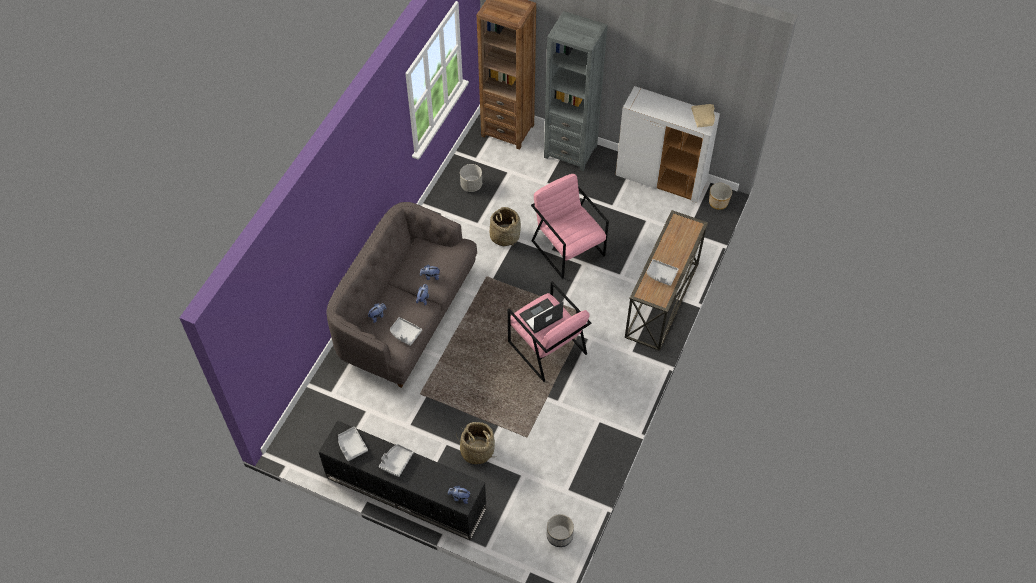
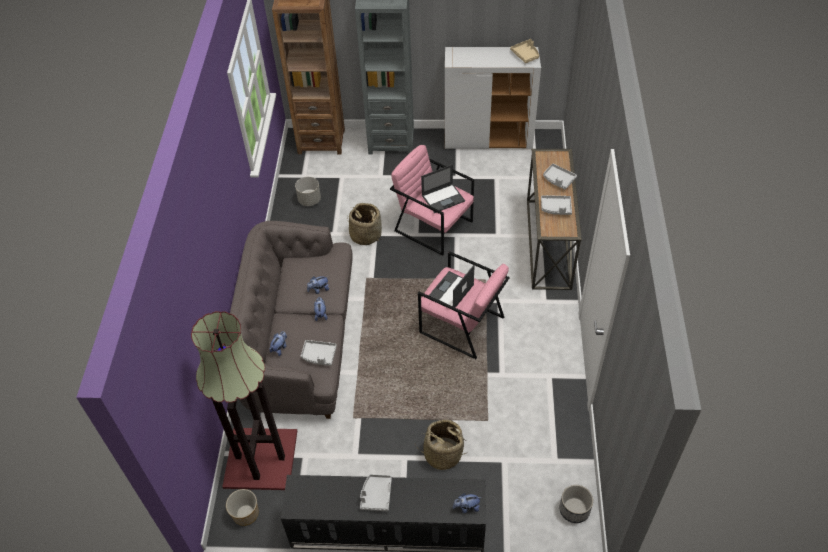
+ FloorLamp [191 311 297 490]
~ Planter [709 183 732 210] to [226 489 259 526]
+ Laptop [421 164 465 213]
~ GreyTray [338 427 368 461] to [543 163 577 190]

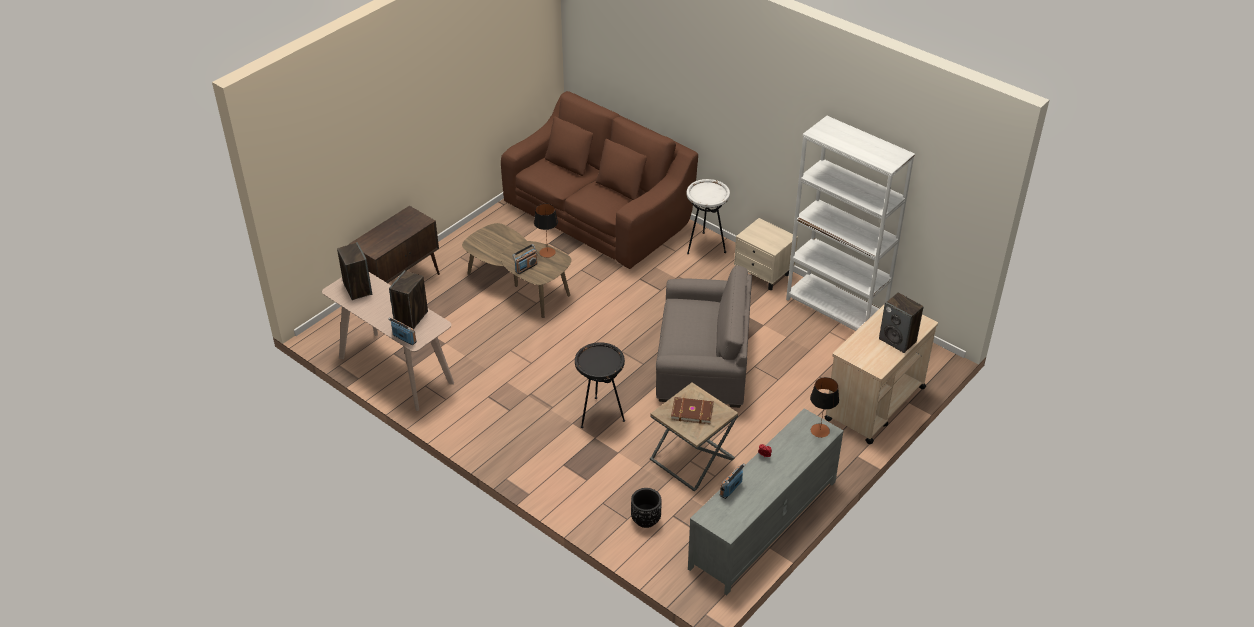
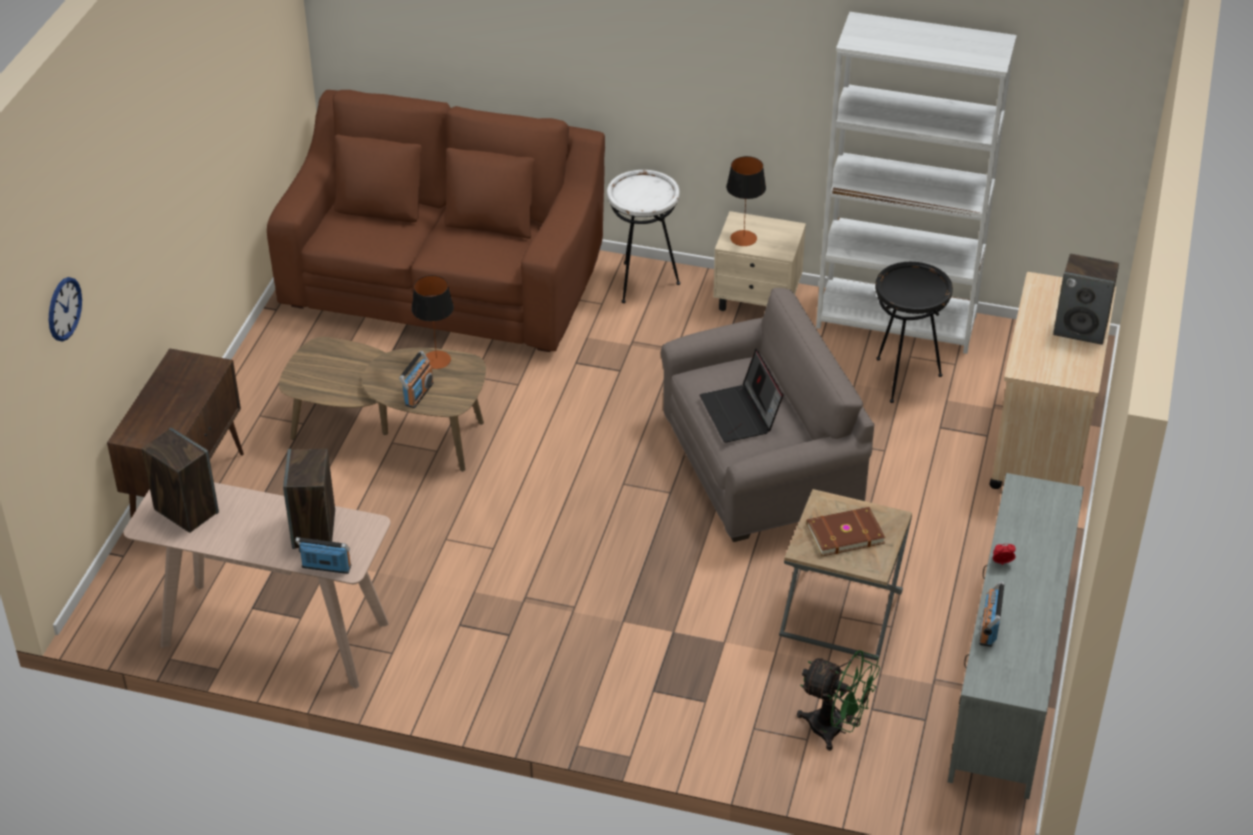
+ WallClock [49 277 82 342]
+ Laptop [699 349 783 443]
~ TableLamp [810 377 839 438] to [726 156 766 246]
~ BlackPlanter [631 488 661 528] to GreenFan [797 650 880 751]
~ BlackSideTable [575 342 625 428] to [875 262 953 403]

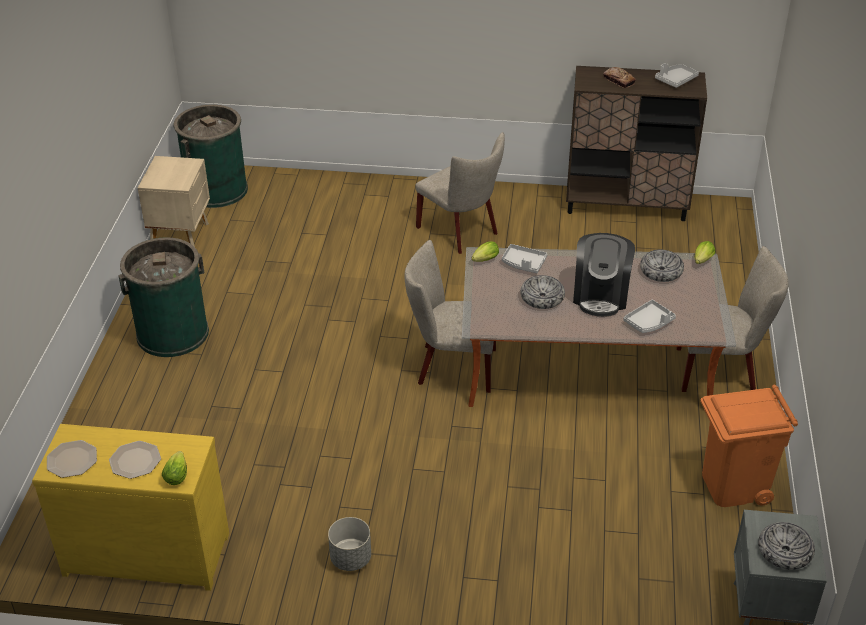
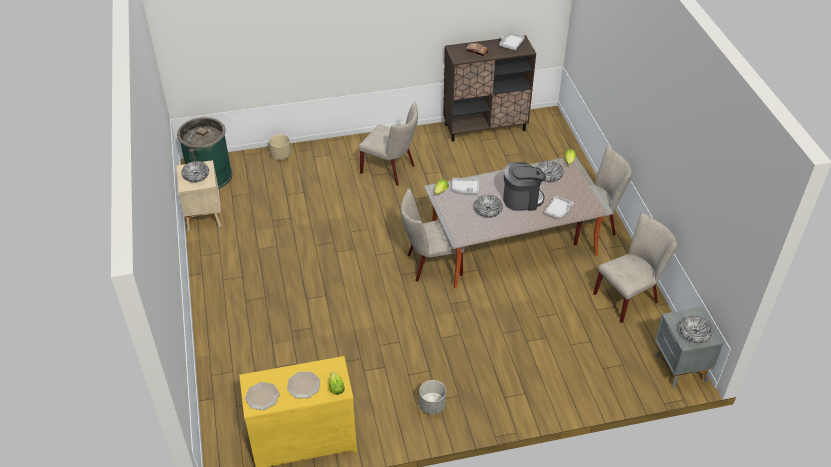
+ Bowl [181 161 209 182]
+ BeigePlanter [269 134 291 160]
~ CoffeeMachine [573 233 635 317] = [503 162 546 211] 90 degrees counterclockwise
~ OrangeTrashCan [700 385 798 507] to BeigeChair [593 213 677 323]
- GreenTrashCan [118 237 209 357]

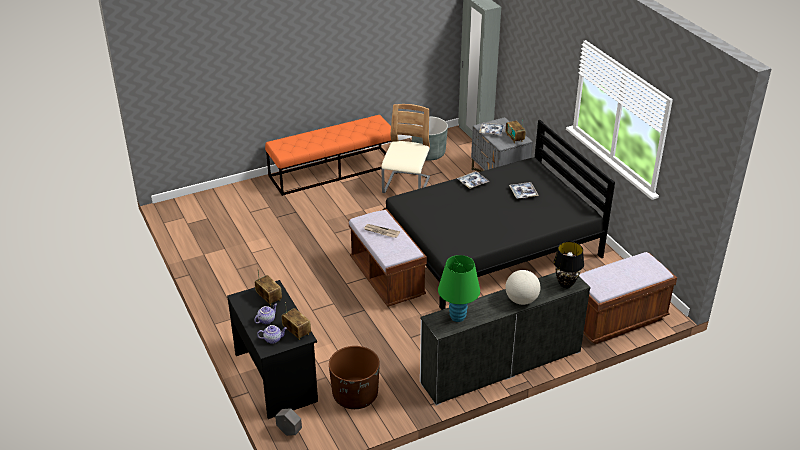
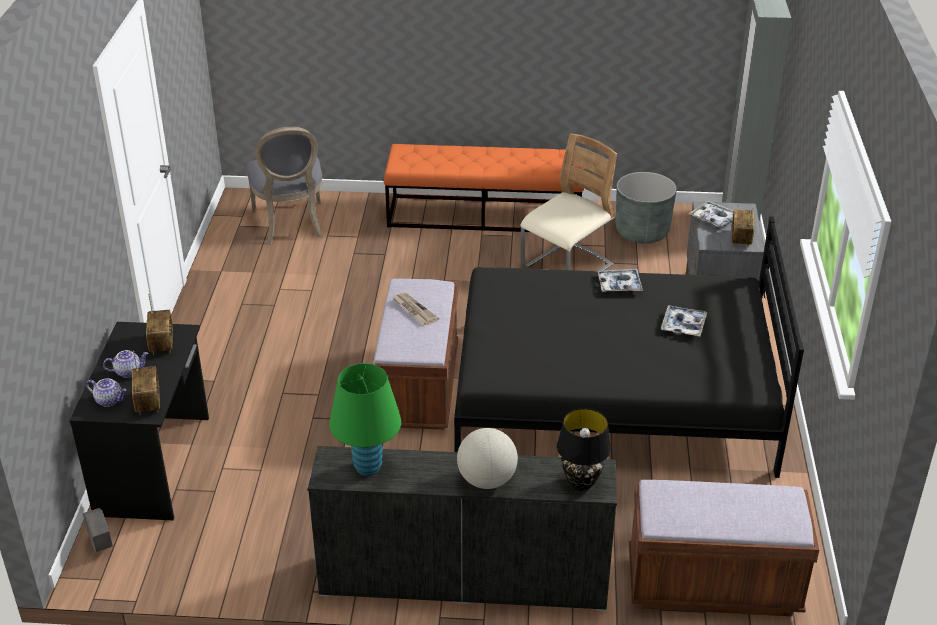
+ GreyChair [246 127 323 245]
- BrownPlanter [329 346 380 409]

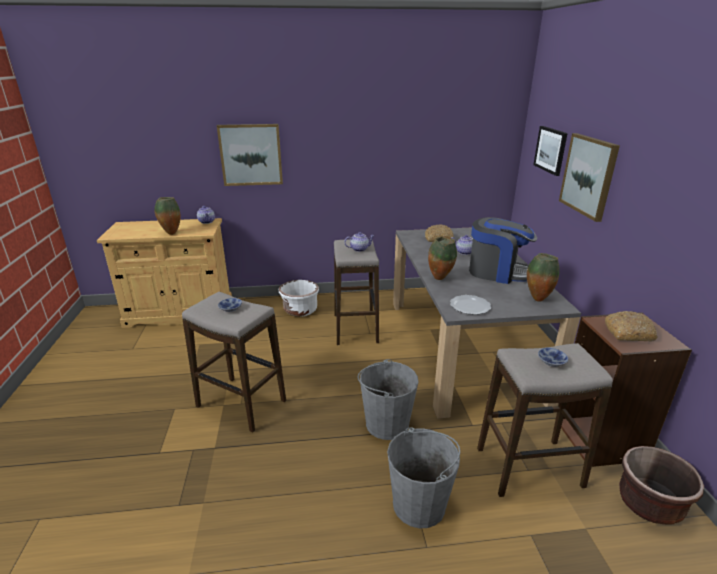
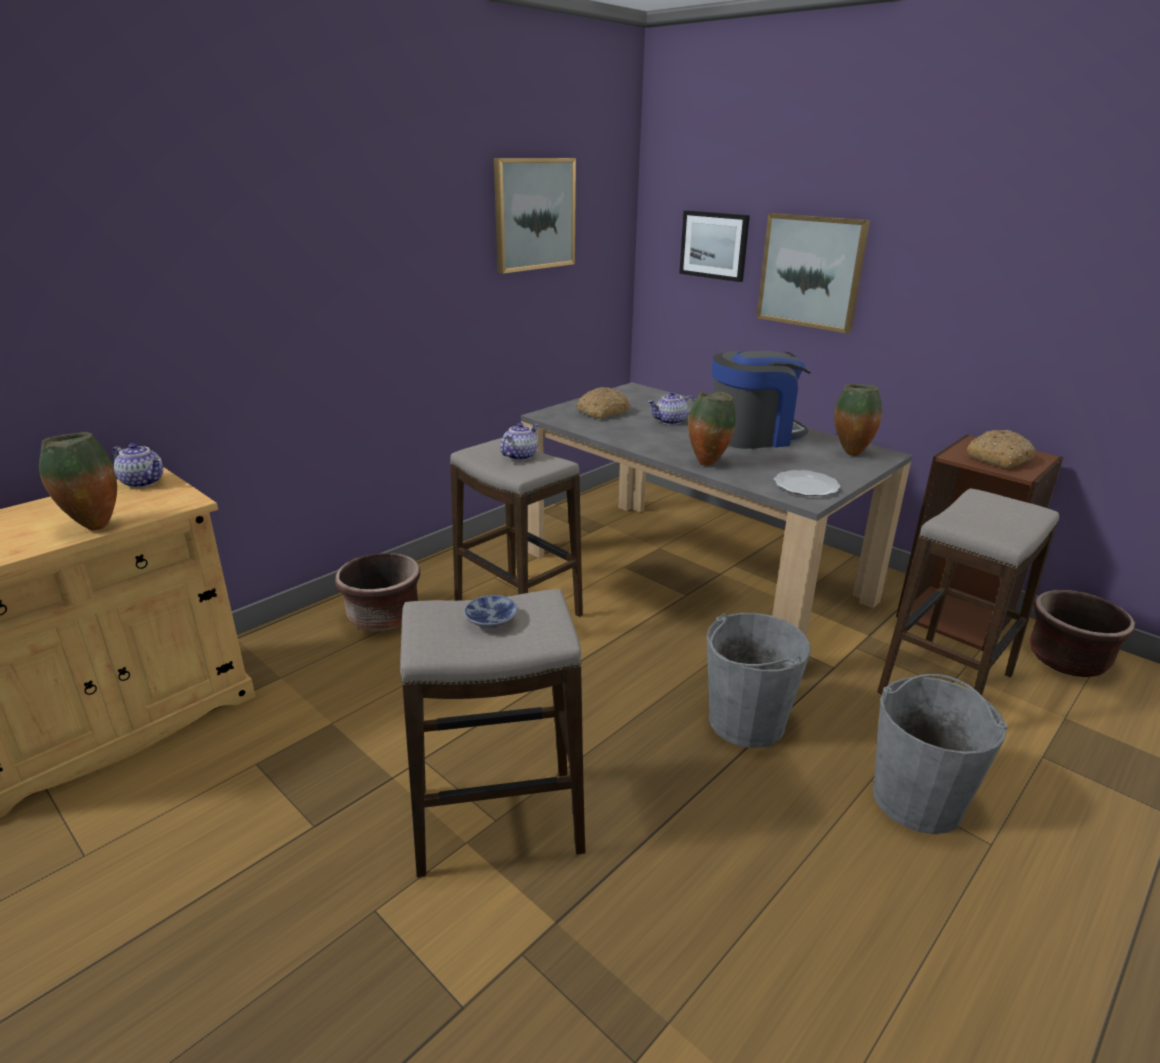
~ WhitePlanter [279 280 319 317] to BrownPlanter [335 553 420 631]
~ Picture [217 124 283 186] to [494 158 576 274]
- Bowl [538 348 568 367]

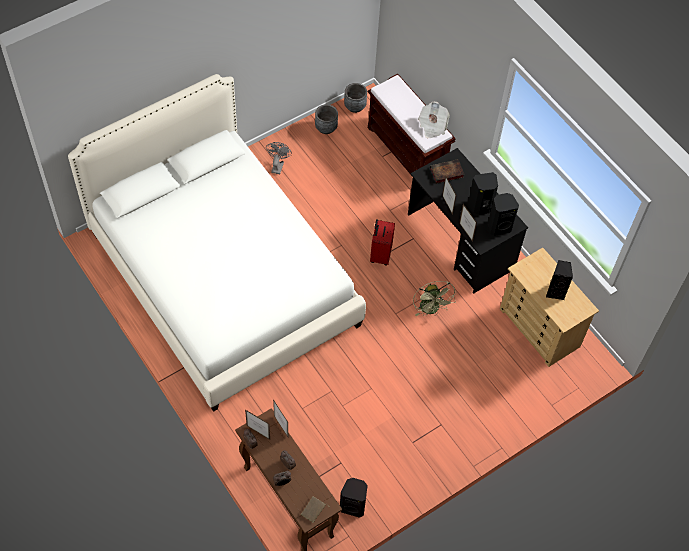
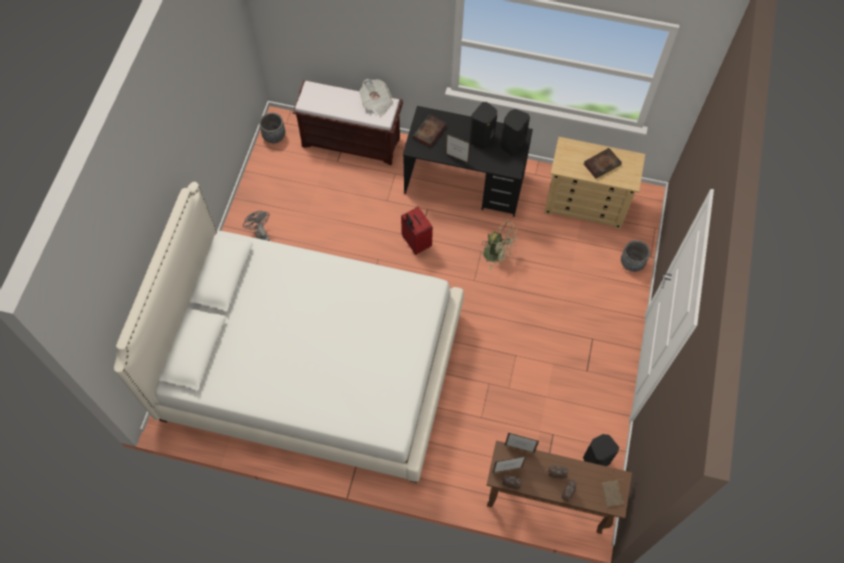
~ BlackSpeaker [546 260 573 300] to Book [584 148 622 178]
~ GreyPlanter [315 104 338 134] to [621 240 650 272]
- PictureFrame [459 204 477 242]

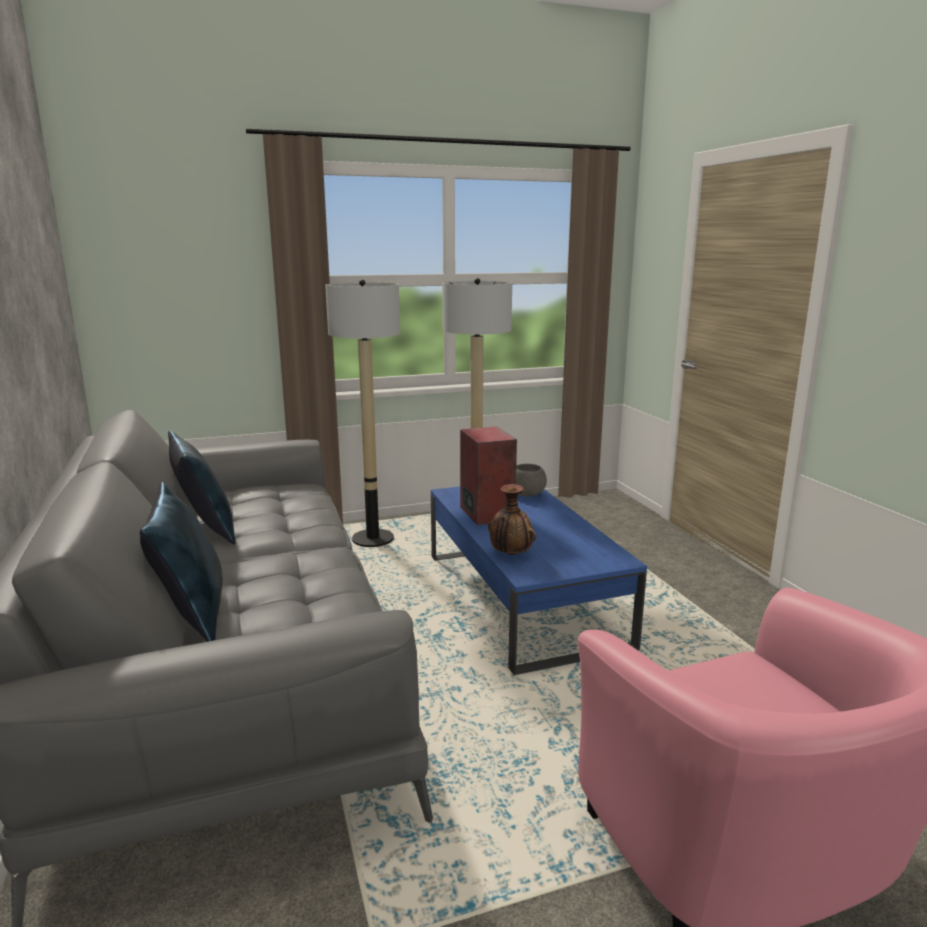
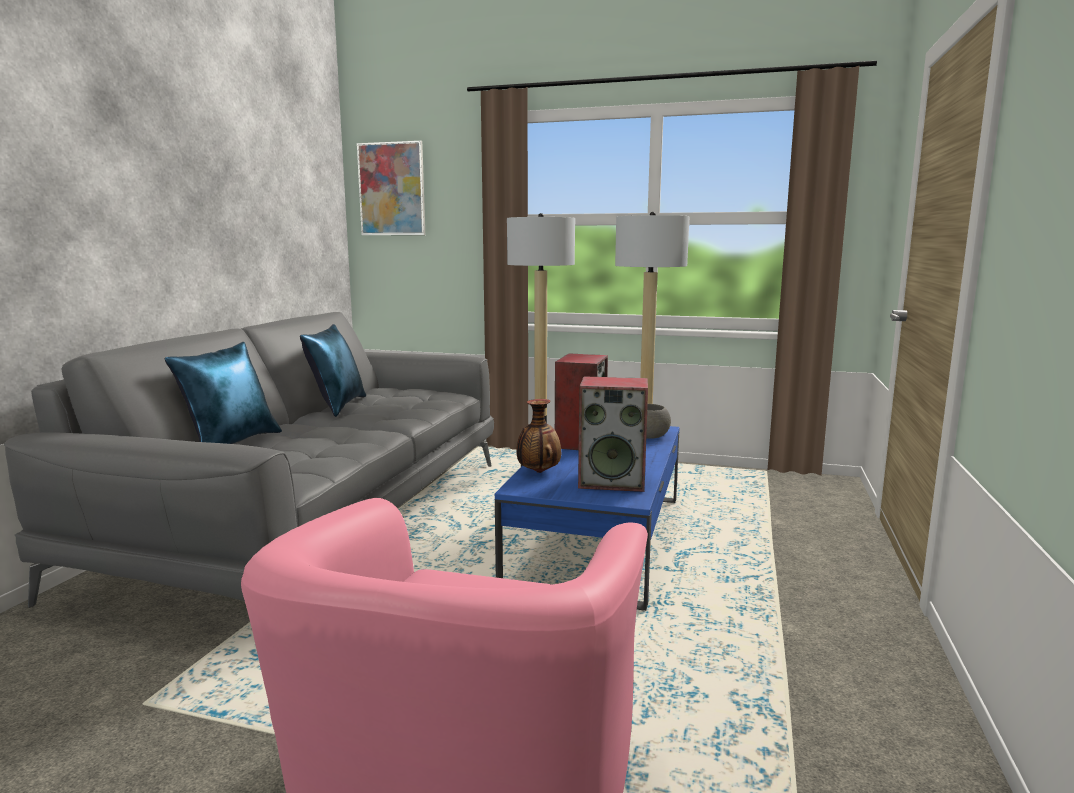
+ Picture [357 141 425 235]
+ Speaker [578 376 648 492]

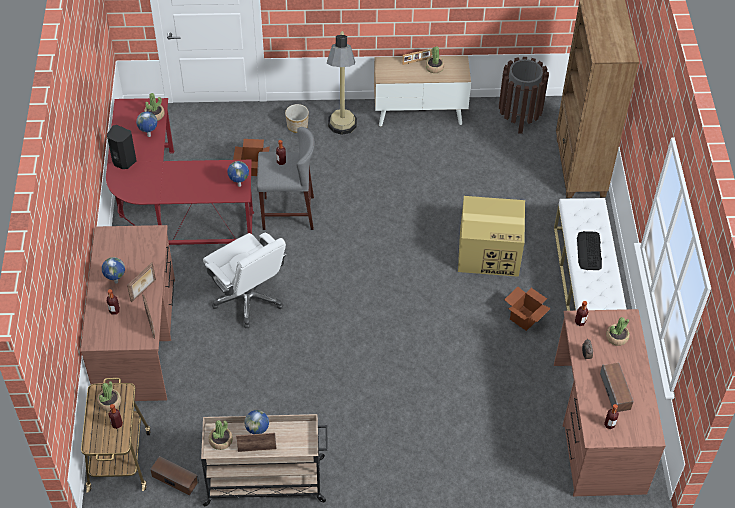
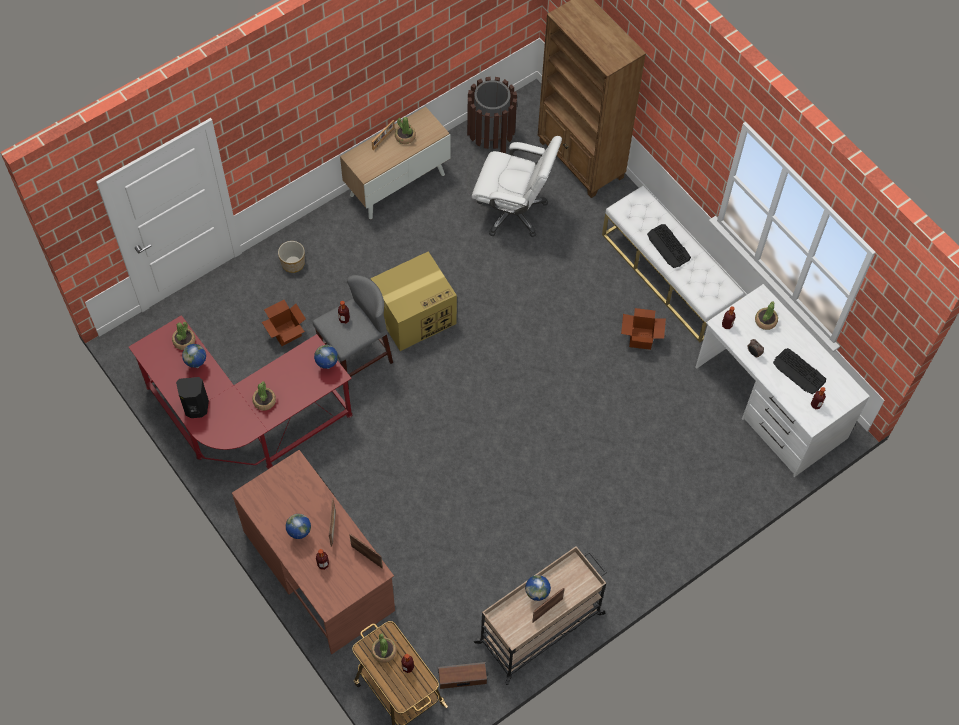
~ PottedPlant [209 420 233 450] to [252 382 276 410]
~ CardboardBox [458 196 525 277] to [371 251 457 351]
~ WhiteOfficeChair [203 233 287 328] to [472 136 562 237]
~ BrownDesk [554 309 666 496] to WhiteDesk [695 284 870 477]
~ Speaker [600 363 633 412] to Keyboard [773 348 826 394]
- FloorLamp [327 31 357 135]

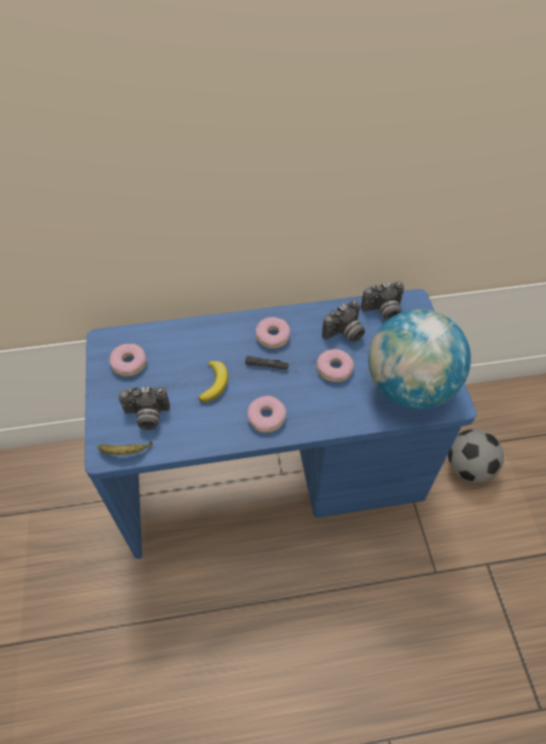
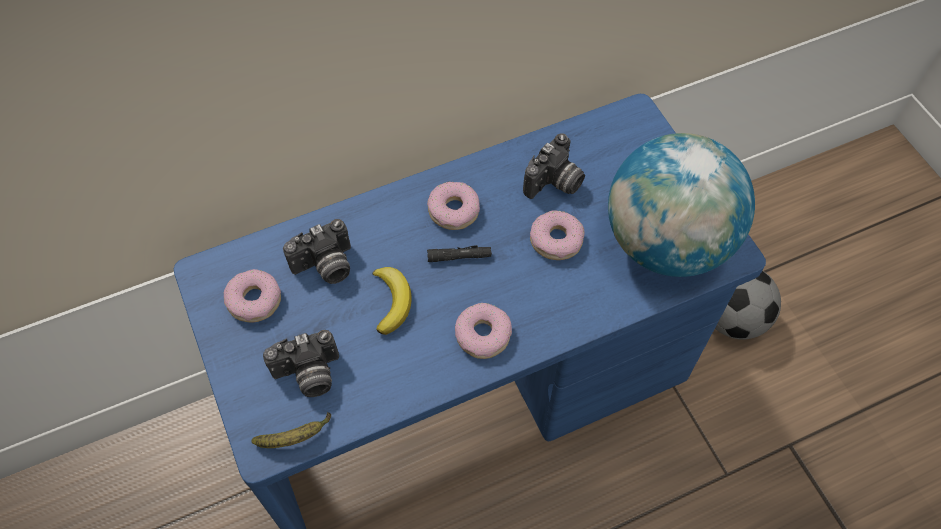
~ PhotoCamera [361 281 404 320] to [283 219 351 284]

